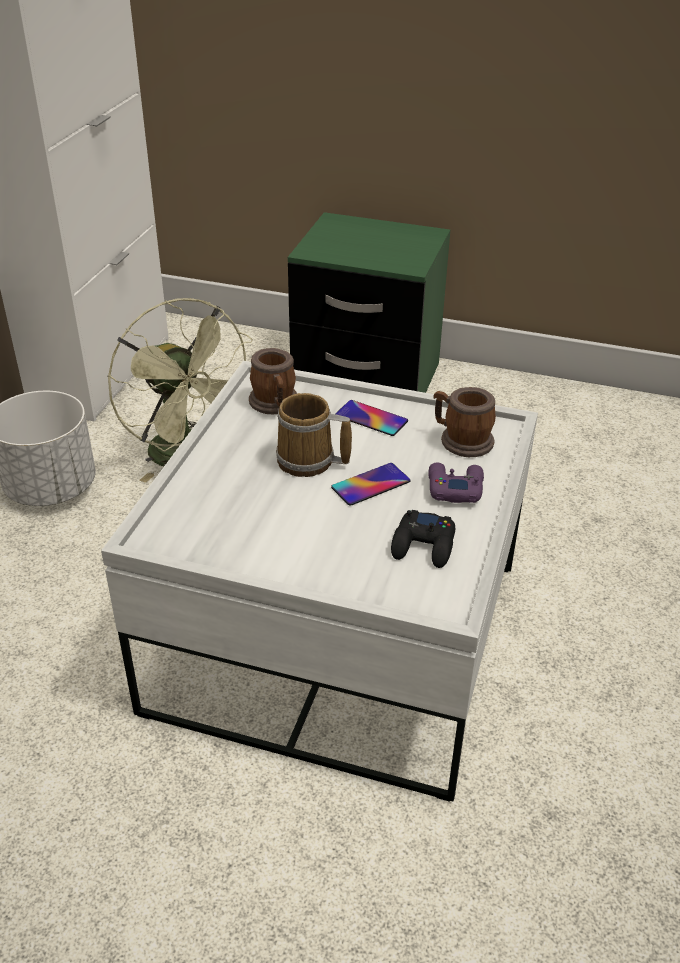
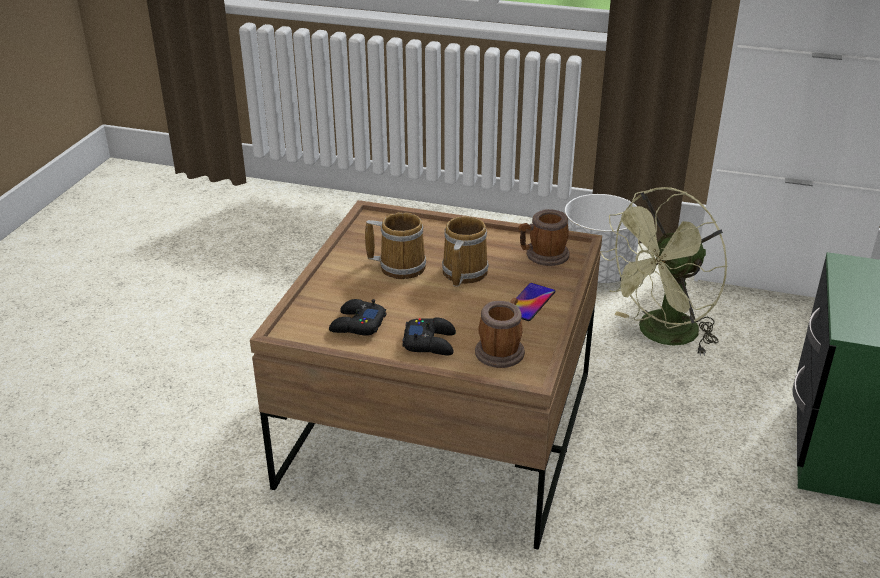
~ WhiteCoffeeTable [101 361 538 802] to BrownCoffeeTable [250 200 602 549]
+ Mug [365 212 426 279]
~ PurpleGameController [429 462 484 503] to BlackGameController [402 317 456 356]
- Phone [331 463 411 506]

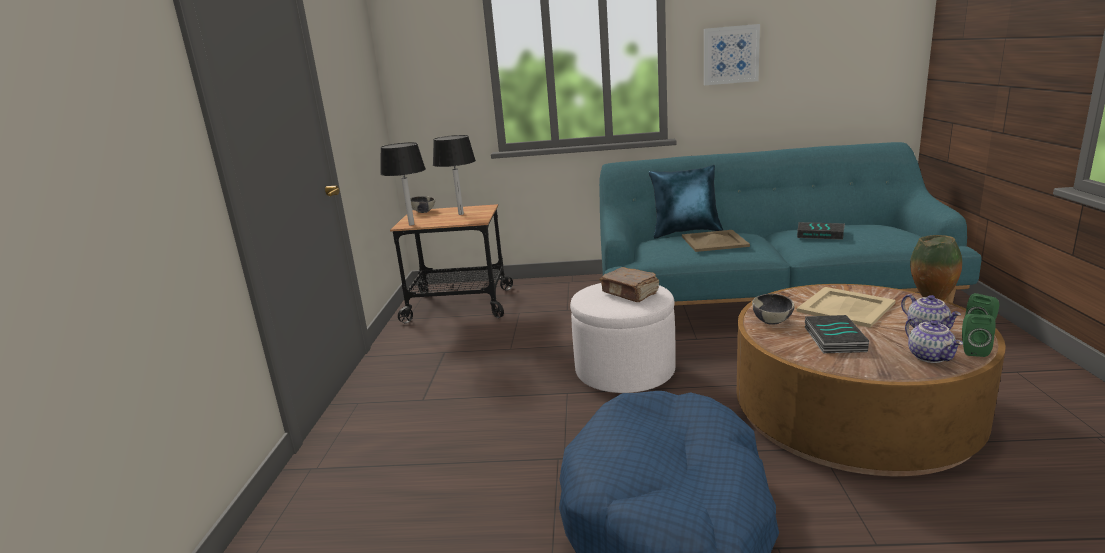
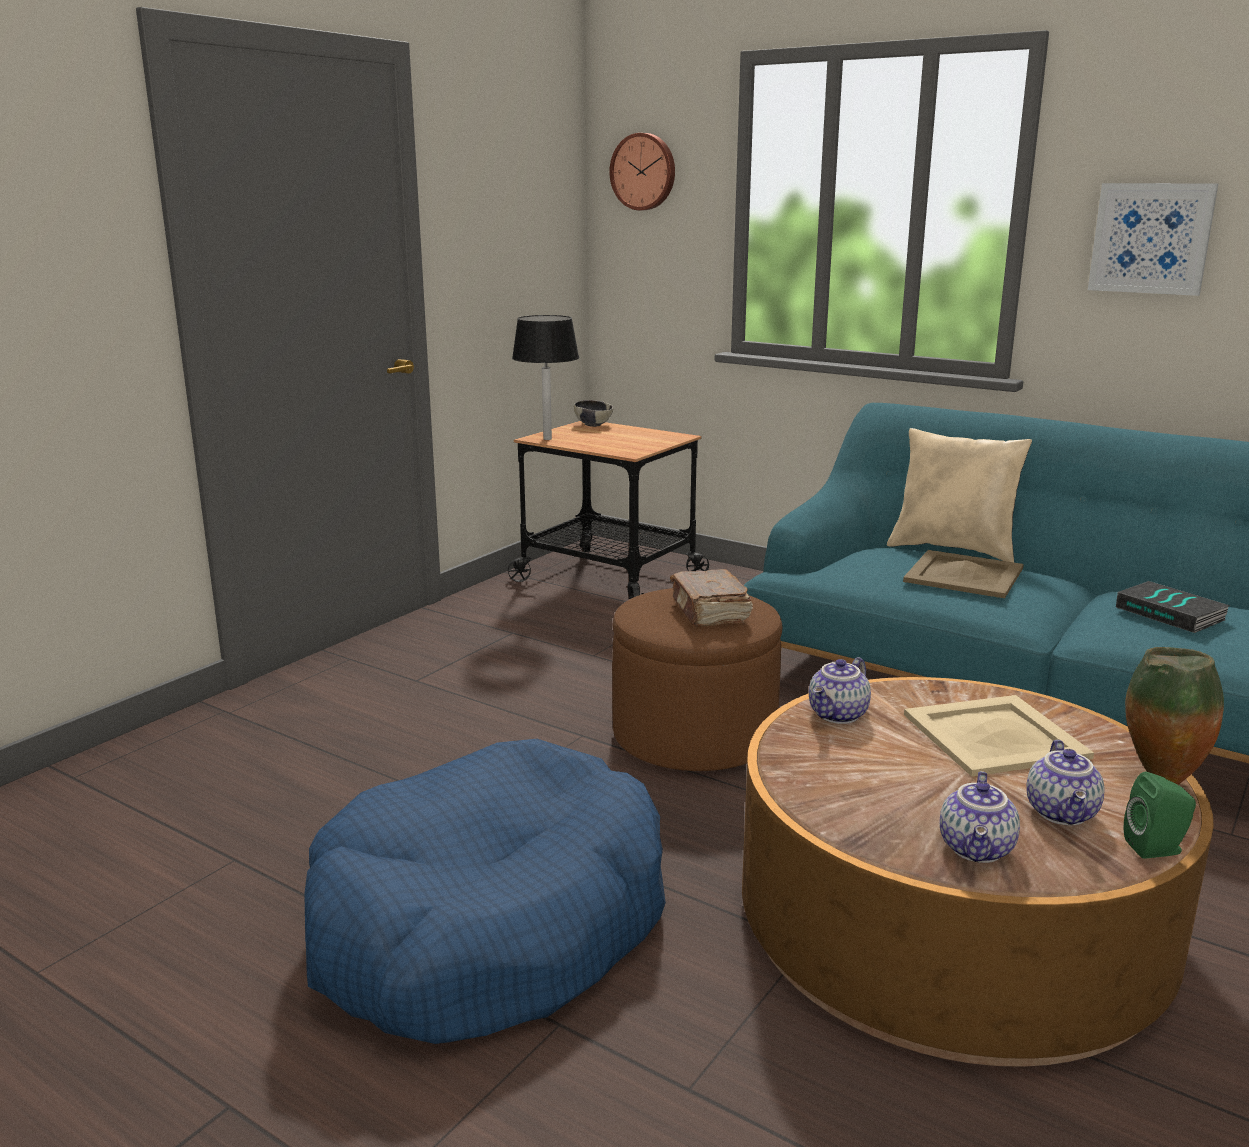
+ WallClock [609 133 675 210]
~ WhiteOttoman [570 283 676 393] to BrownOttoman [612 588 782 771]
~ Bowl [752 294 795 325] to Teapot [809 657 871 724]
~ BluePillow [649 165 723 239] to BeigePillow [887 428 1032 562]
- BlackTableLamp [433 135 476 215]
- Book [805 315 869 353]
- GreenSpeaker [962 314 996 357]

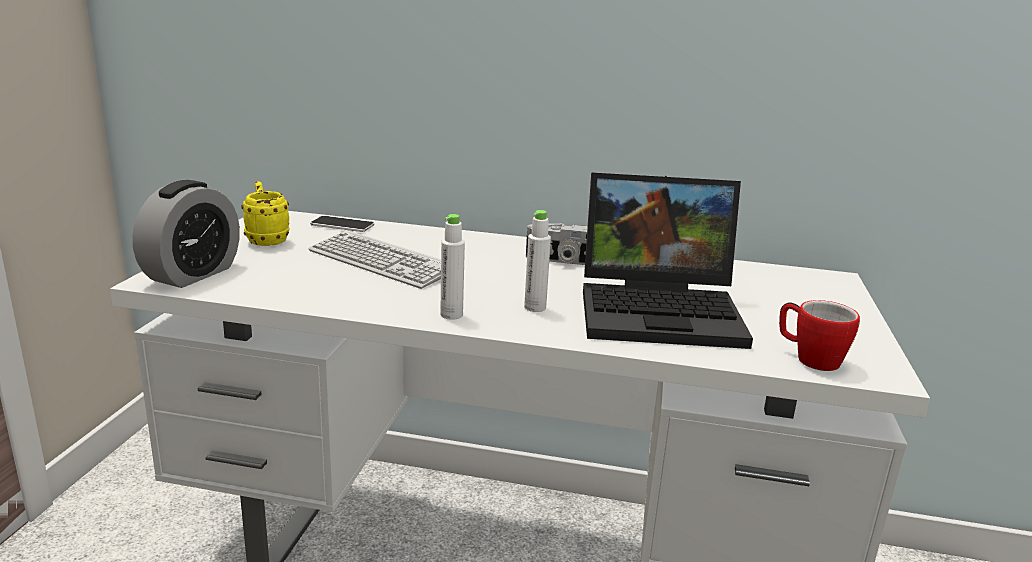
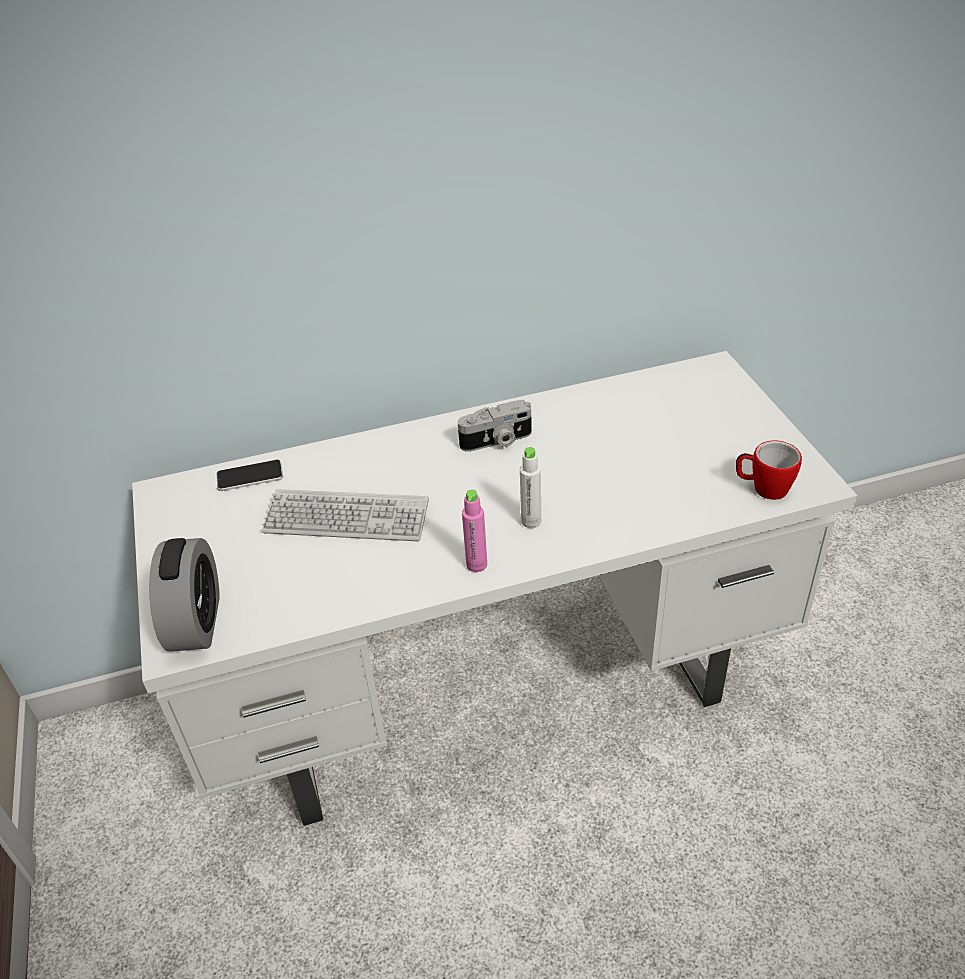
~ WhiteBottle [440 214 465 320] to PinkBottle [462 490 487 572]
- YellowMug [241 181 289 246]
- Laptop [583 173 753 349]

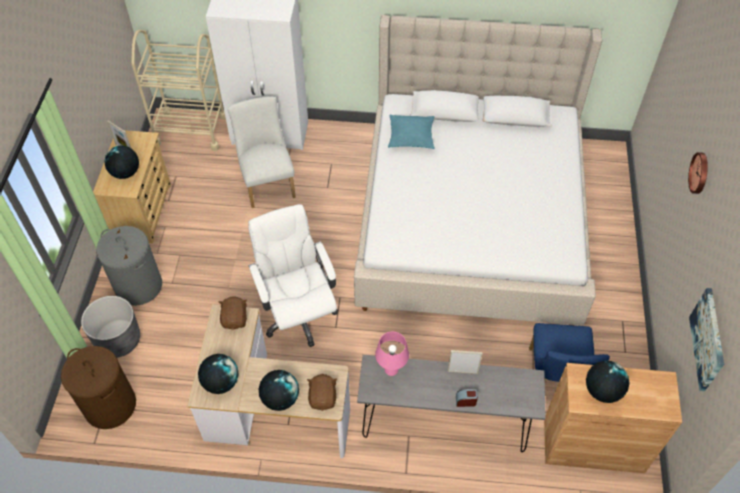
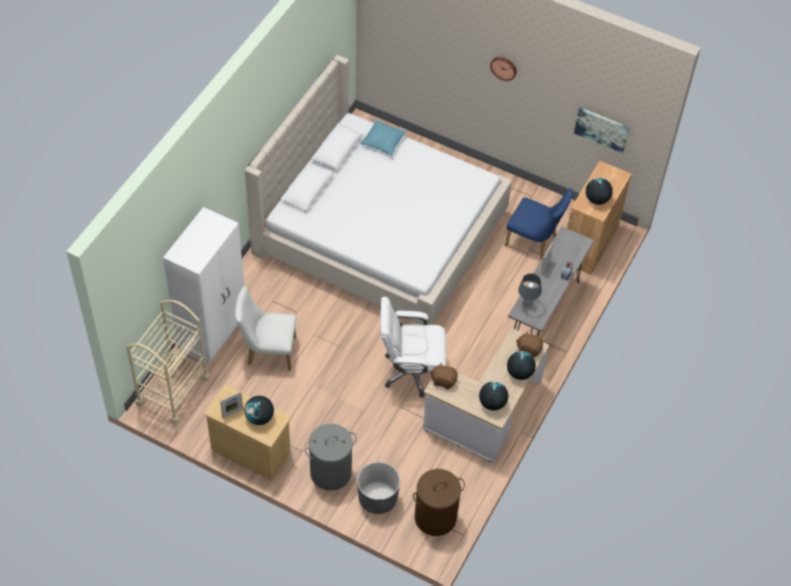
~ TurquoisePillow [388 115 434 149] to [360 119 407 156]
~ PinkTableLamp [375 332 409 376] to GreyTableLamp [518 273 542 307]

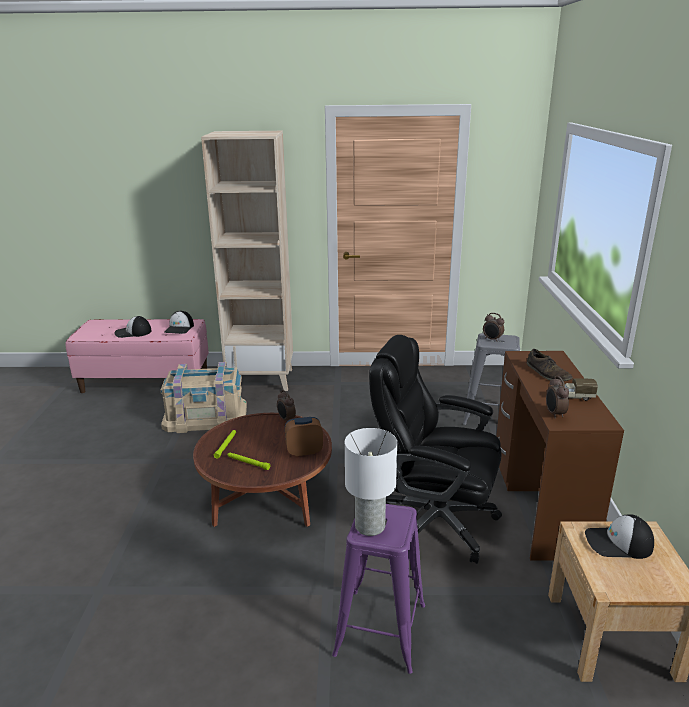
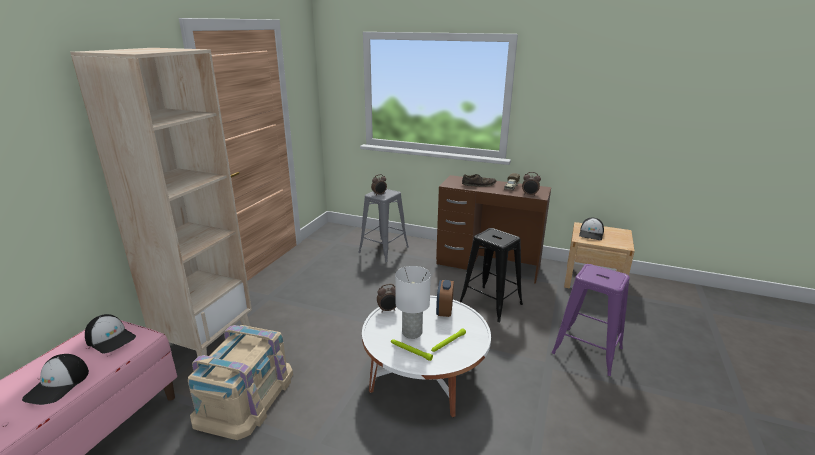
~ BrownCoffeeTable [193 413 332 527] to WhiteCoffeeTable [362 295 491 417]
~ WhiteTableLamp [345 428 397 536] to [395 266 431 339]
~ BlackOfficeChair [369 335 502 564] to BlackStool [459 228 523 322]

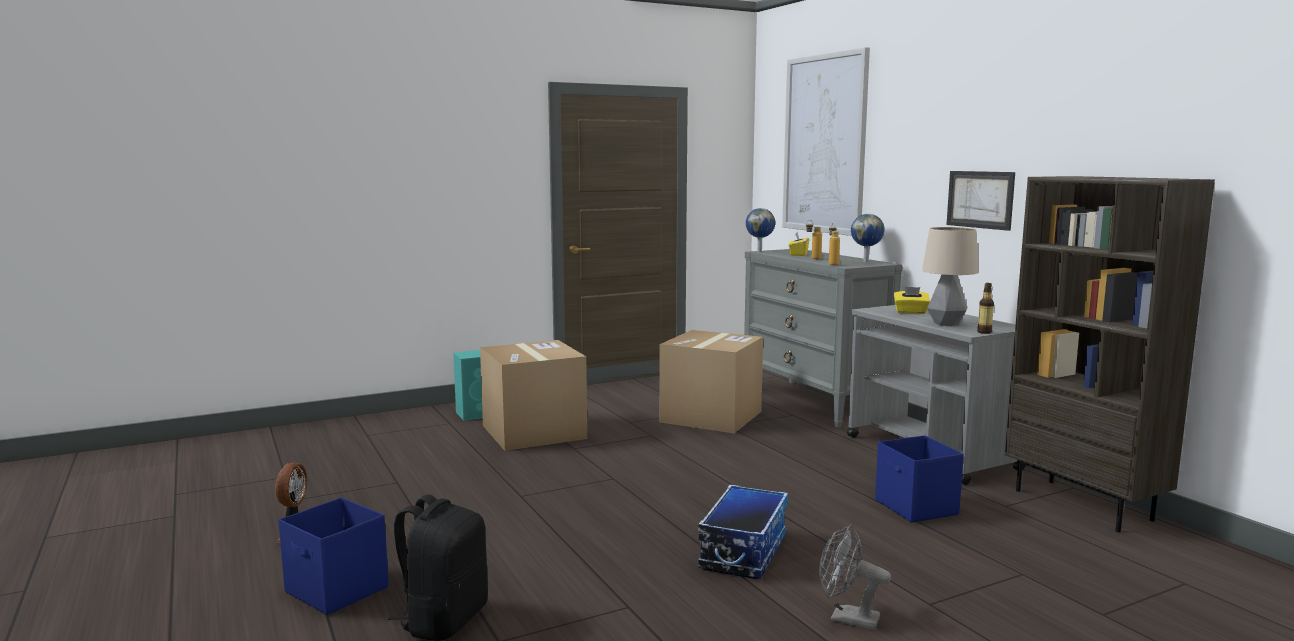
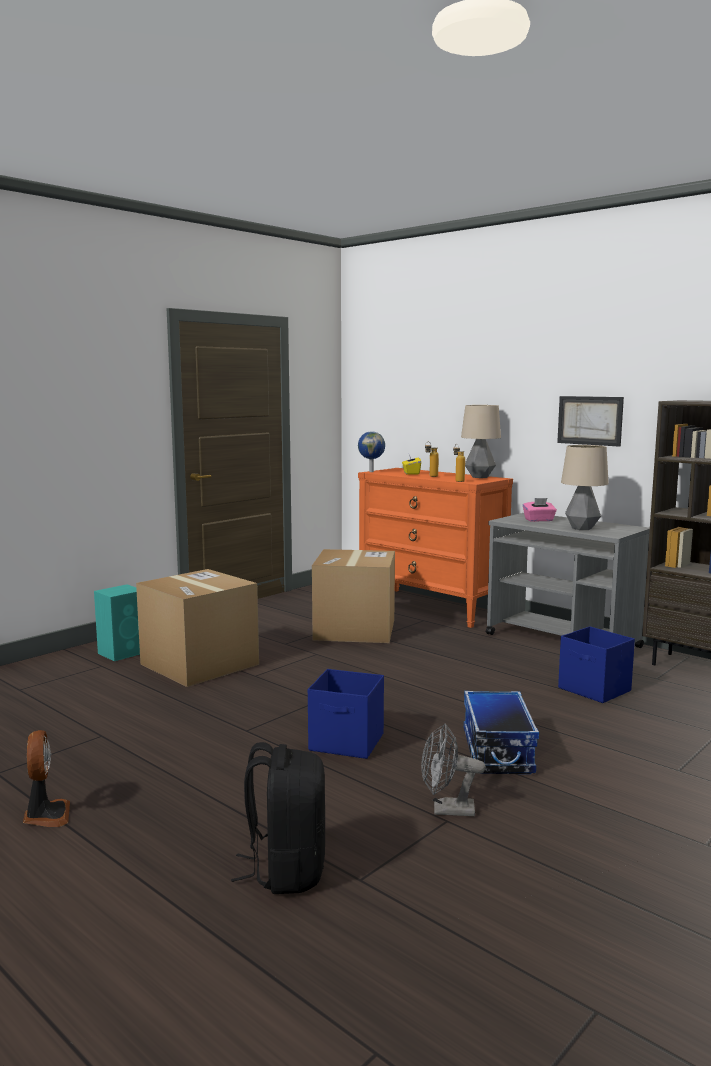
~ BlueStorageBox [278 497 389 615] to [308 669 384 759]
~ GreyDresser [744 249 903 428] to OrangeDresser [358 468 513 628]
~ GreyFan [819 524 891 630] to [421 724 486 816]
~ Globe [851 214 885 262] to TableLamp [461 405 501 478]
~ YellowTissueBox [894 287 930 314] to PinkTissueBox [523 498 557 522]
- Picture [782 47 870 236]
- Bottle [977 283 994 334]

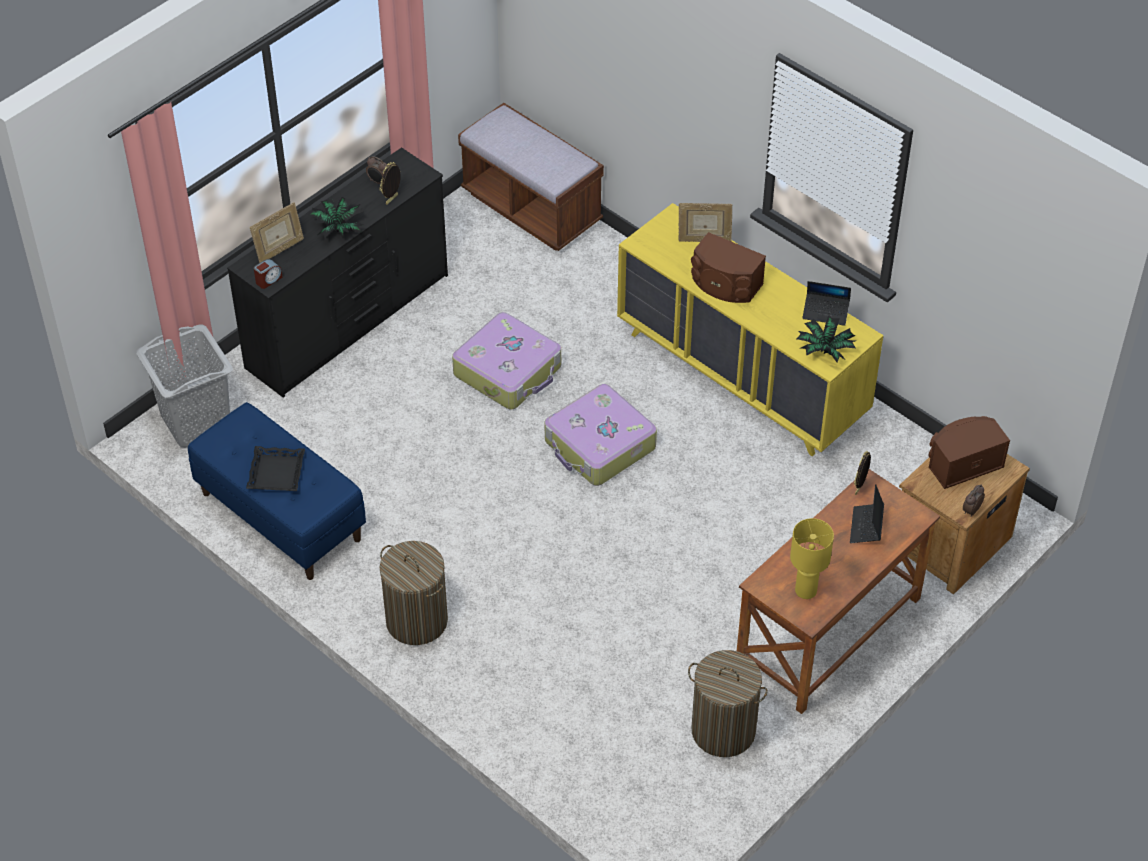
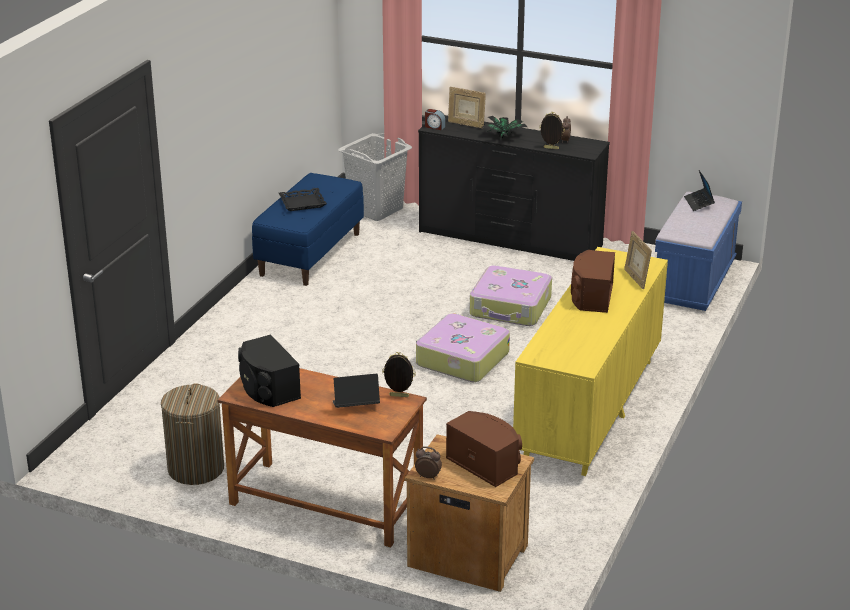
~ YellowTableLamp [790 518 834 599] to BlackSpeaker [238 334 301 407]
~ BrownBench [458 103 604 251] to BlueBench [655 192 742 311]
~ Laptop [802 281 851 326] to [684 170 715 211]
- LaundryBasket [379 541 448 645]
- PottedPlant [797 316 856 362]

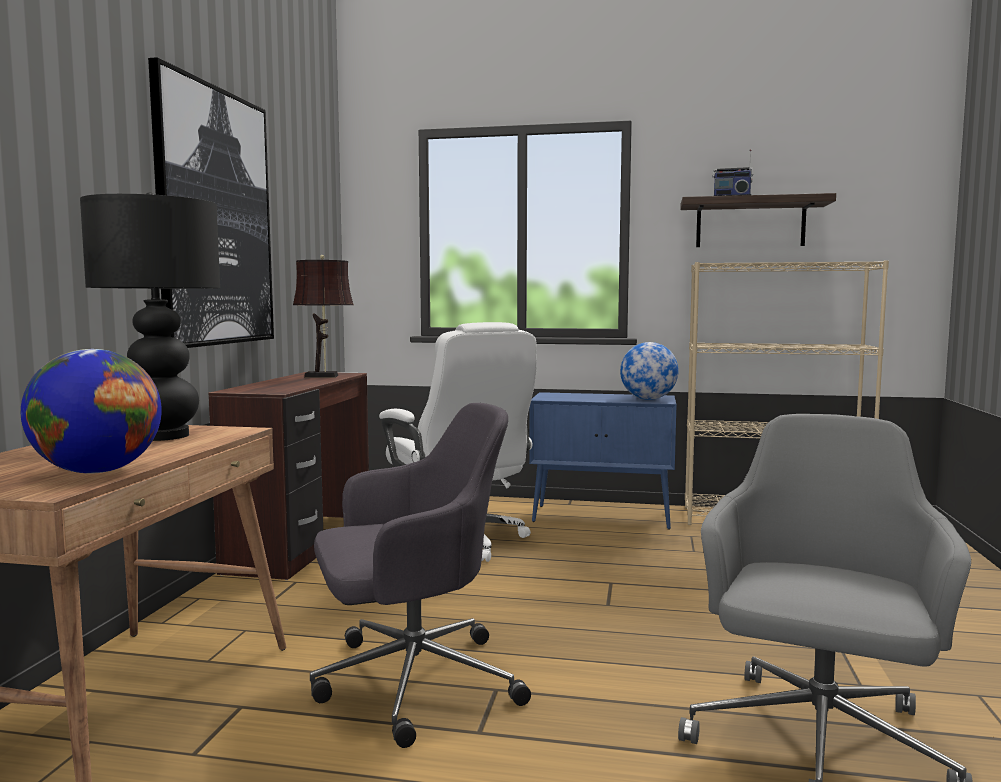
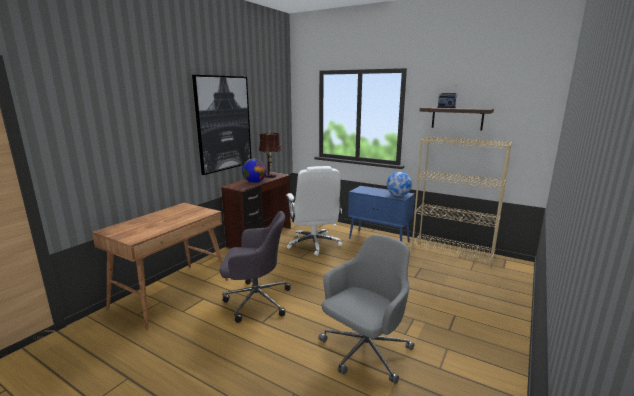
~ Globe [21 349 162 474] to [242 158 267 183]
- BlackTableLamp [80 192 220 441]

